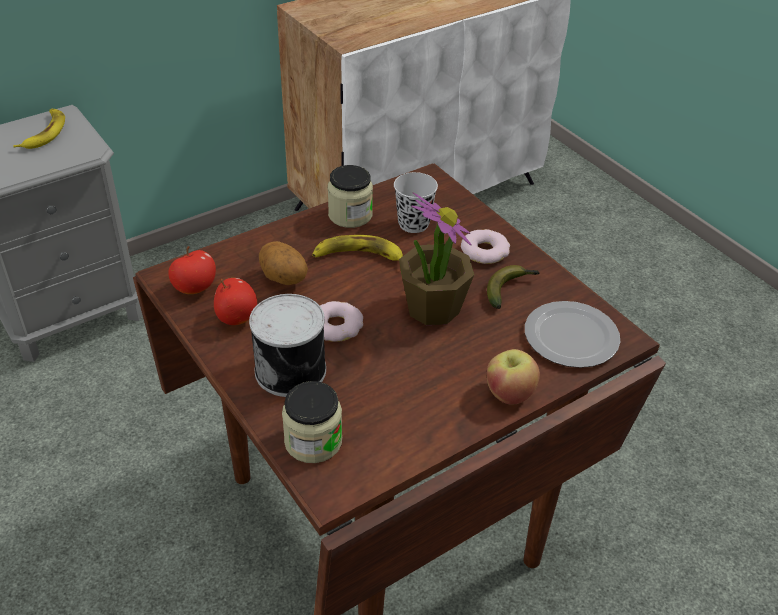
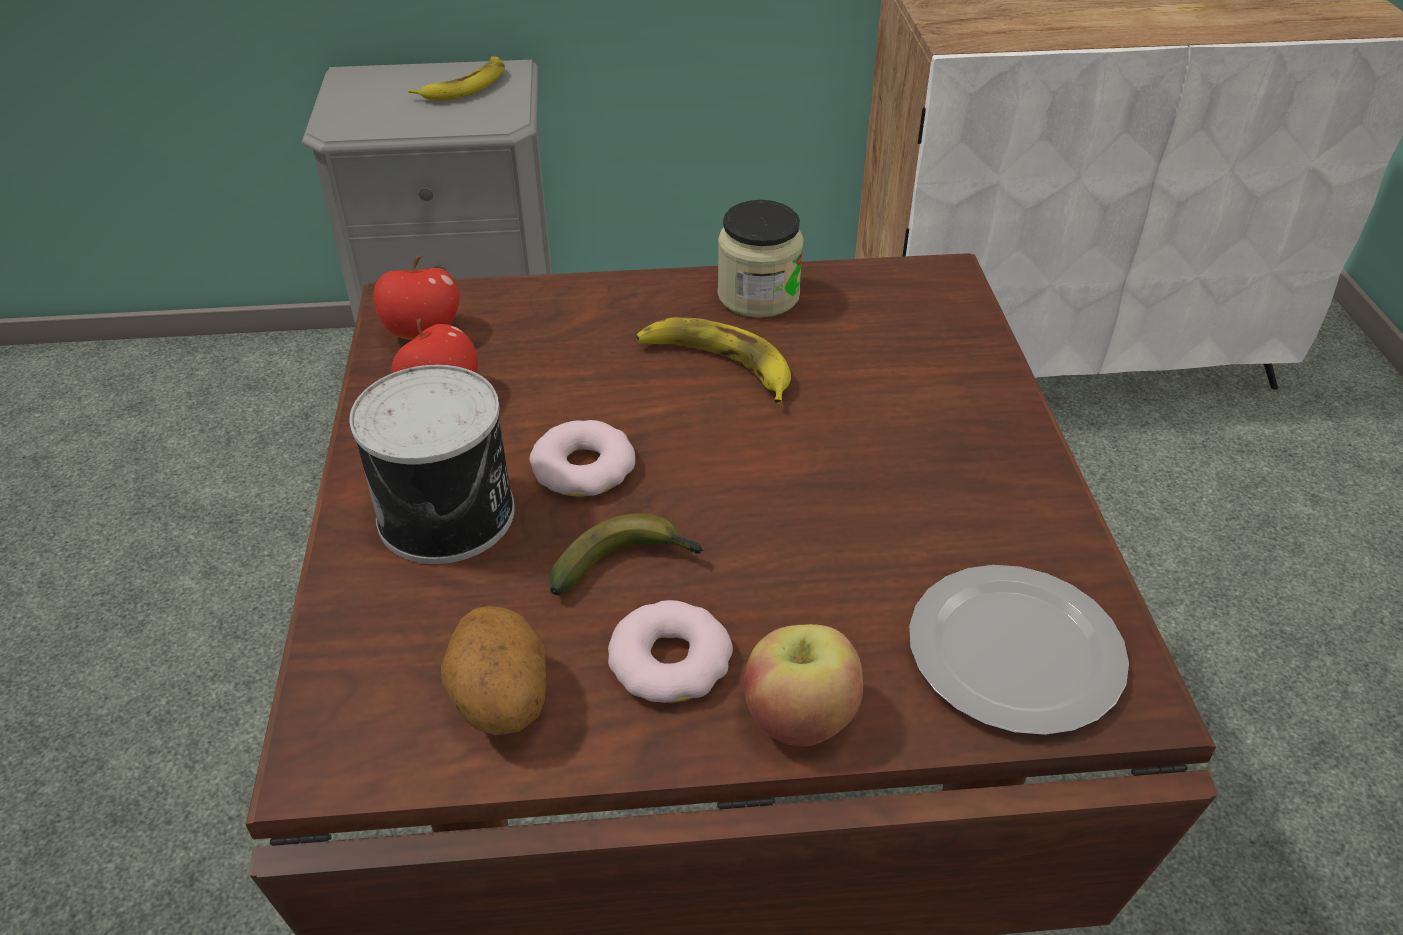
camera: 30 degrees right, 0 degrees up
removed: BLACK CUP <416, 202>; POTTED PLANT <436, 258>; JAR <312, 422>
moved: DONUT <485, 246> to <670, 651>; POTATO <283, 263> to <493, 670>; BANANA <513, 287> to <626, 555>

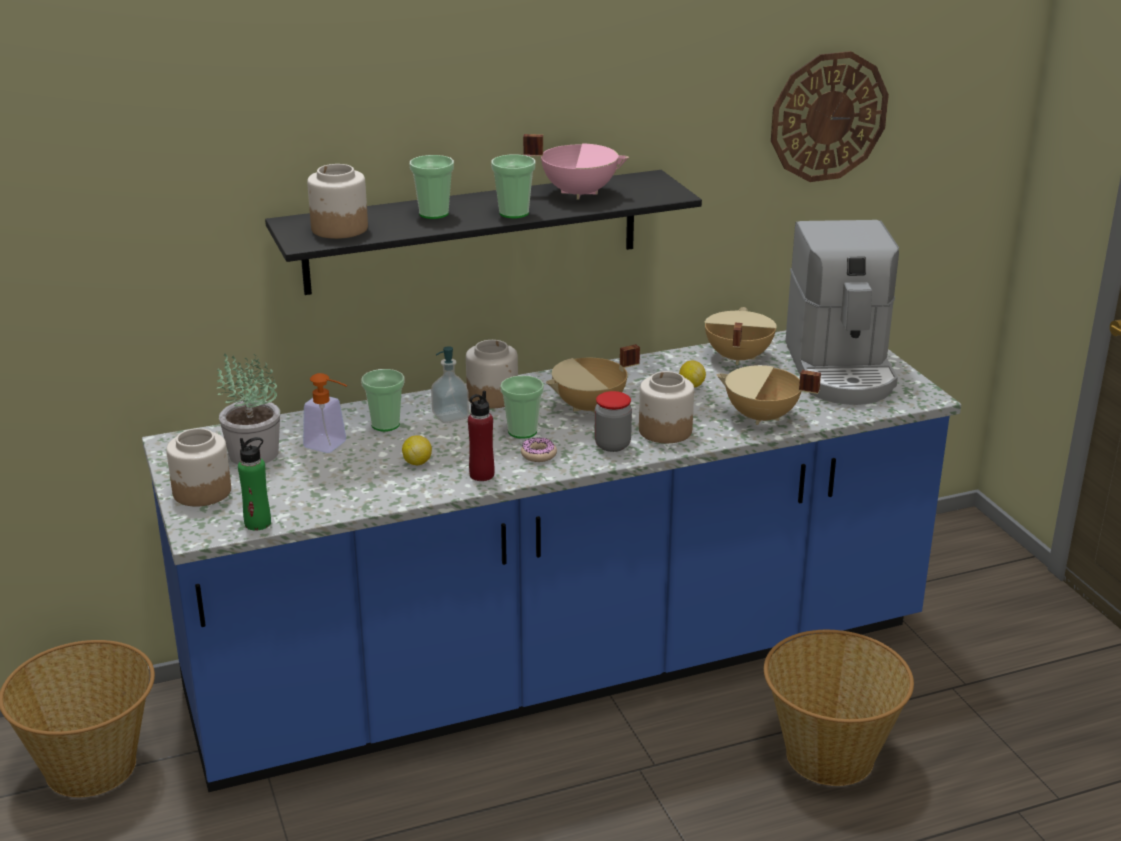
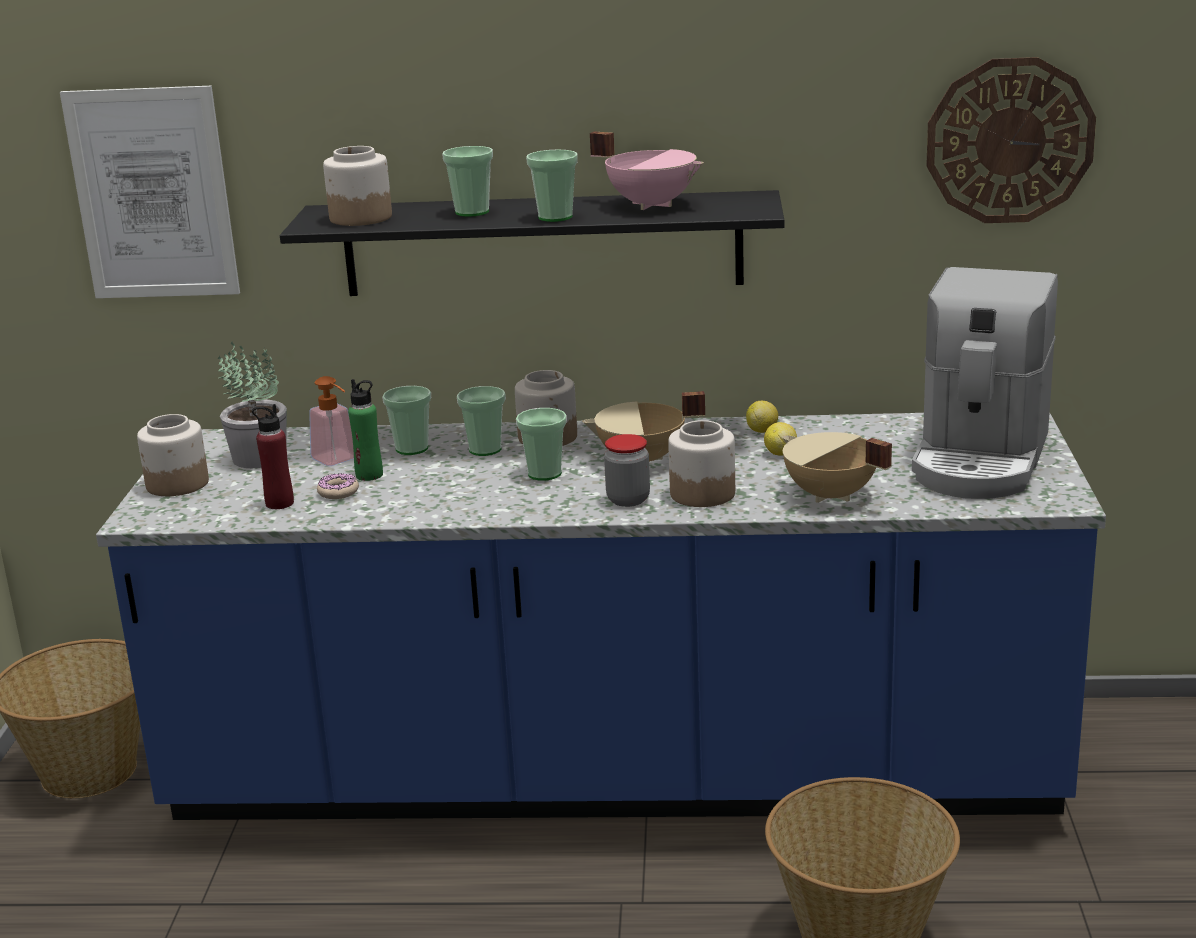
camera: 25 degrees right, 5 degrees down
removed: BEIGE COOKING POT <740, 336>
added: PICTURE <150, 192>
moved: RED BOTTLE <481, 435> to <273, 456>; LEMON <417, 450> to <762, 417>; GREEN BOTTLE <254, 484> to <365, 430>; DONUT <539, 450> to <338, 486>
replaced: SOAP DISPENSER <450, 384> to CUP <481, 421>

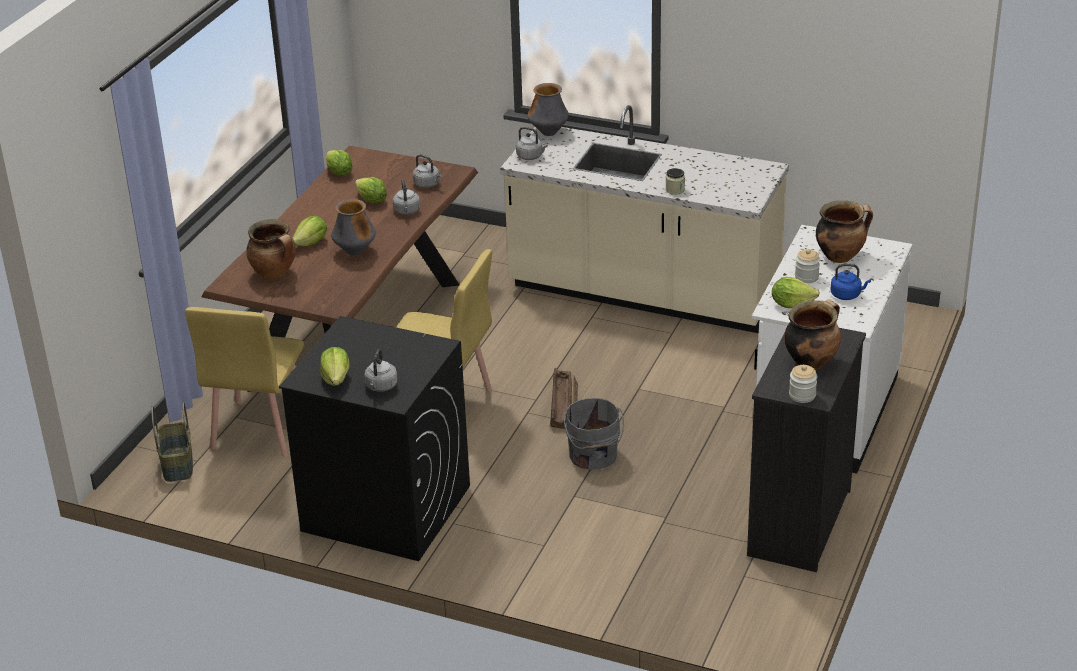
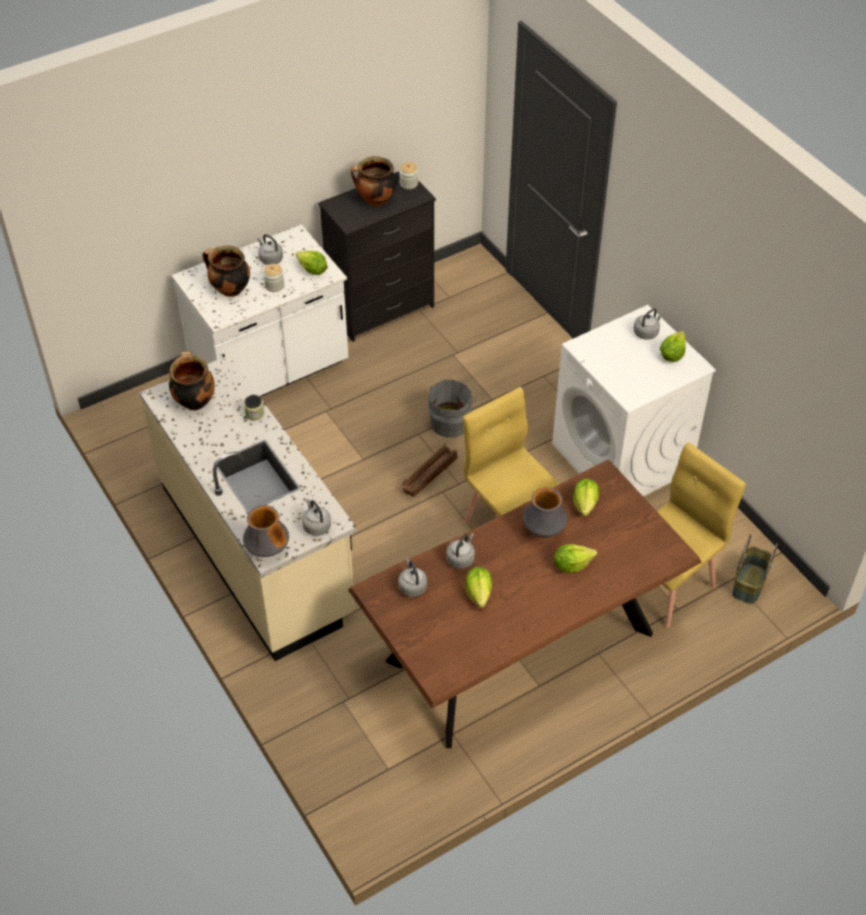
camera: 145 degrees left, 15 degrees up
moved: LETTUCE <339, 163> to <586, 497>; COOKING POT <271, 249> to <192, 380>
recoloured: BLUE KETTLE <850, 282> to GREY KETTLE <270, 249>; BLACK WASHING MACHINE <374, 438> to WHITE WASHING MACHINE <634, 401>

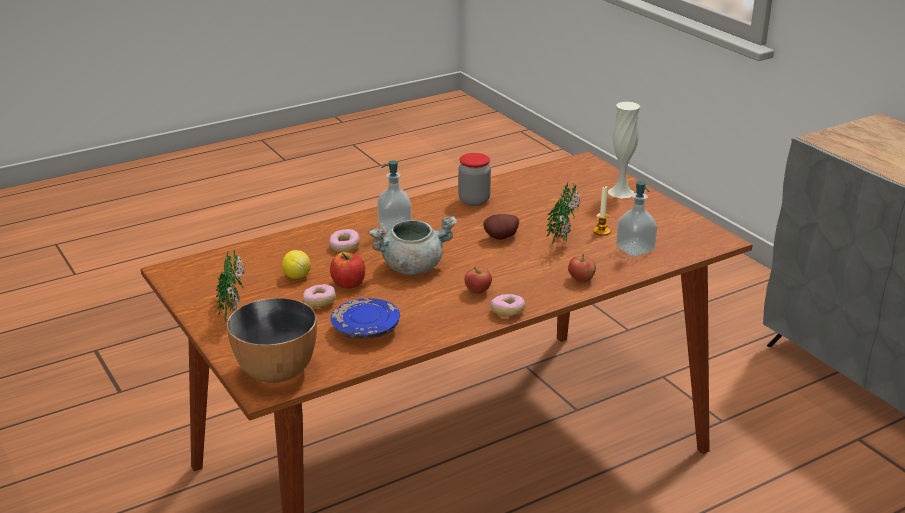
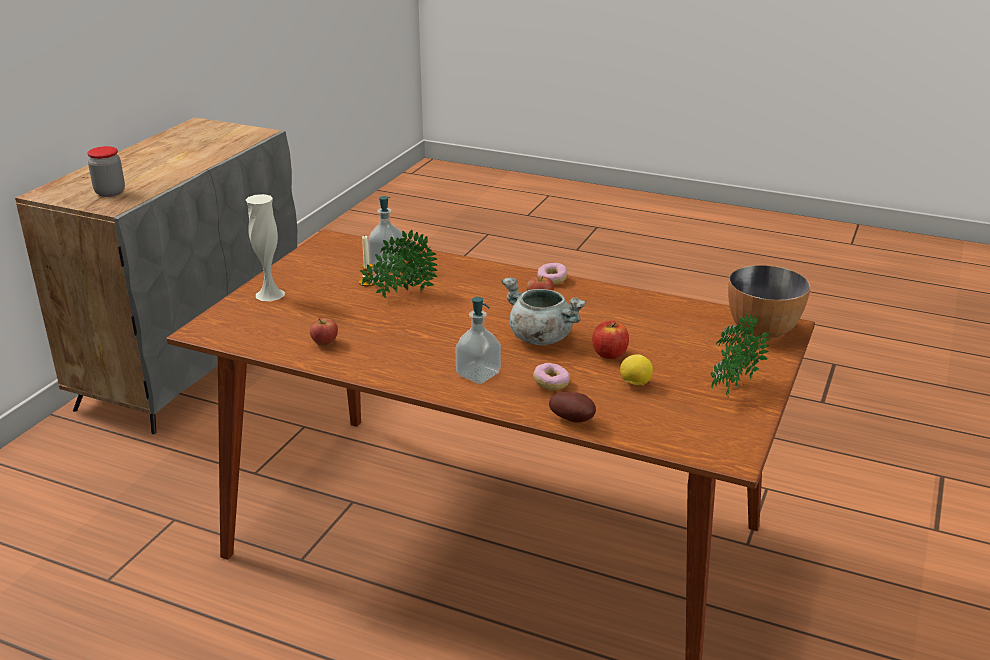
camera: 125 degrees left, 0 degrees up
removed: DONUT <319, 295>; BLUE PLATE <365, 318>
moved: JAR <474, 179> to <106, 171>; POTATO <501, 227> to <572, 407>; APPLE <582, 268> to <324, 332>

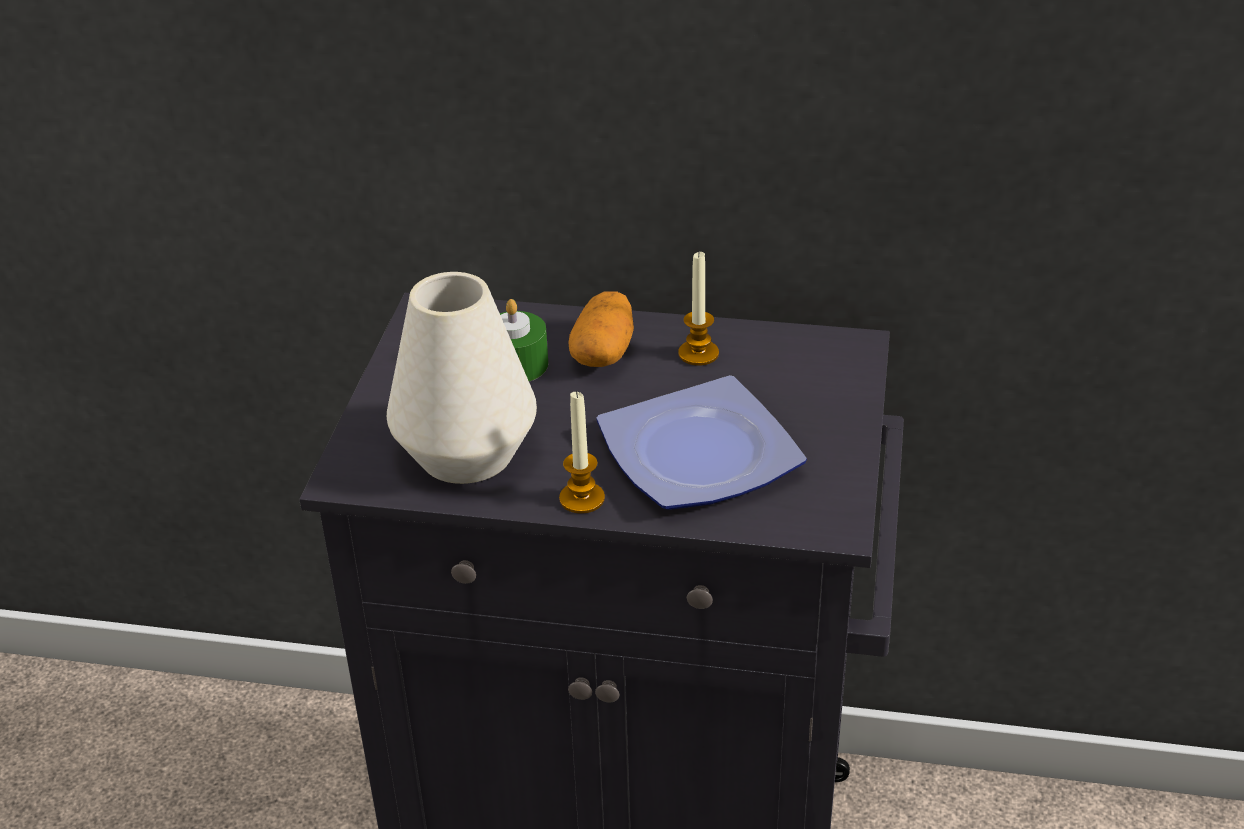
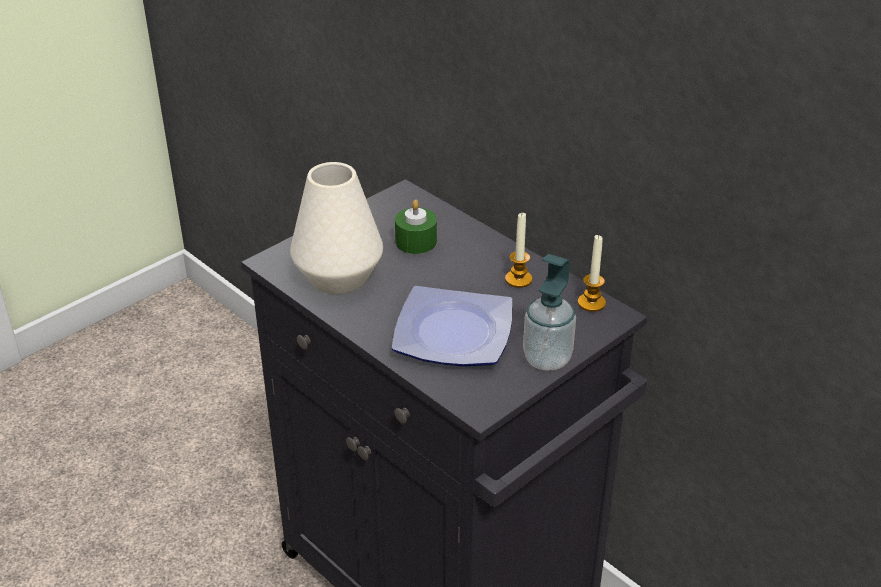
camera: 35 degrees right, 0 degrees up
removed: POTATO <601, 329>
added: SOAP DISPENSER <549, 312>
moved: CANDLE <582, 452> to <592, 273>

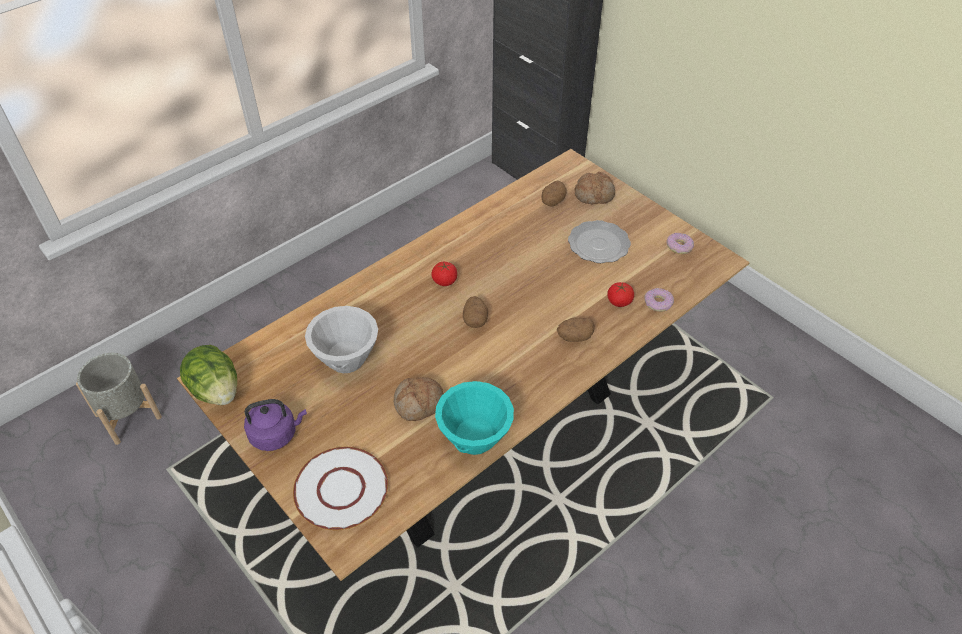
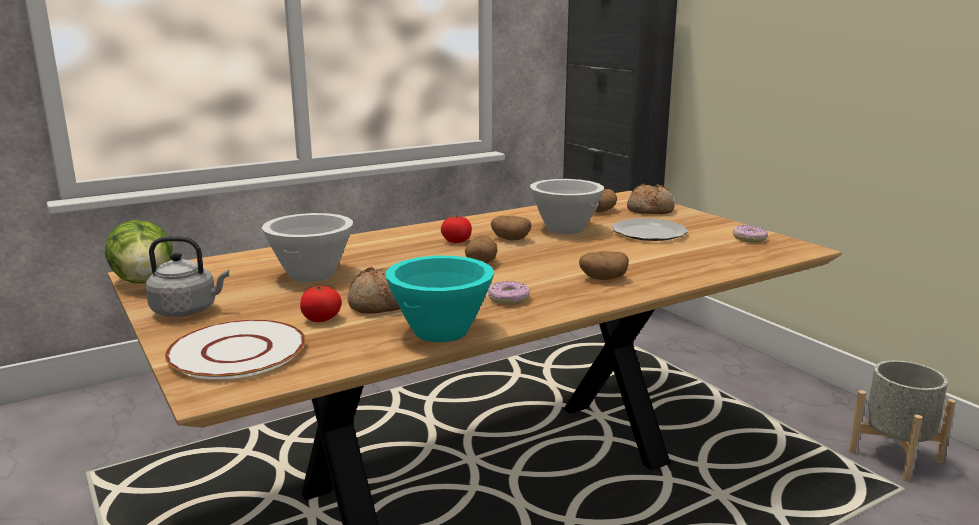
camera: 10 degrees right, 30 degrees down
added: WHITE BOWL <567, 206>; POTATO <511, 228>
moved: TOMATO <620, 294> to <321, 303>; DONUT <659, 300> to <509, 293>; GREY PLANTER <119, 399> to <902, 420>
recoloured: PURPLE KETTLE <275, 425> to GREY KETTLE <187, 276>

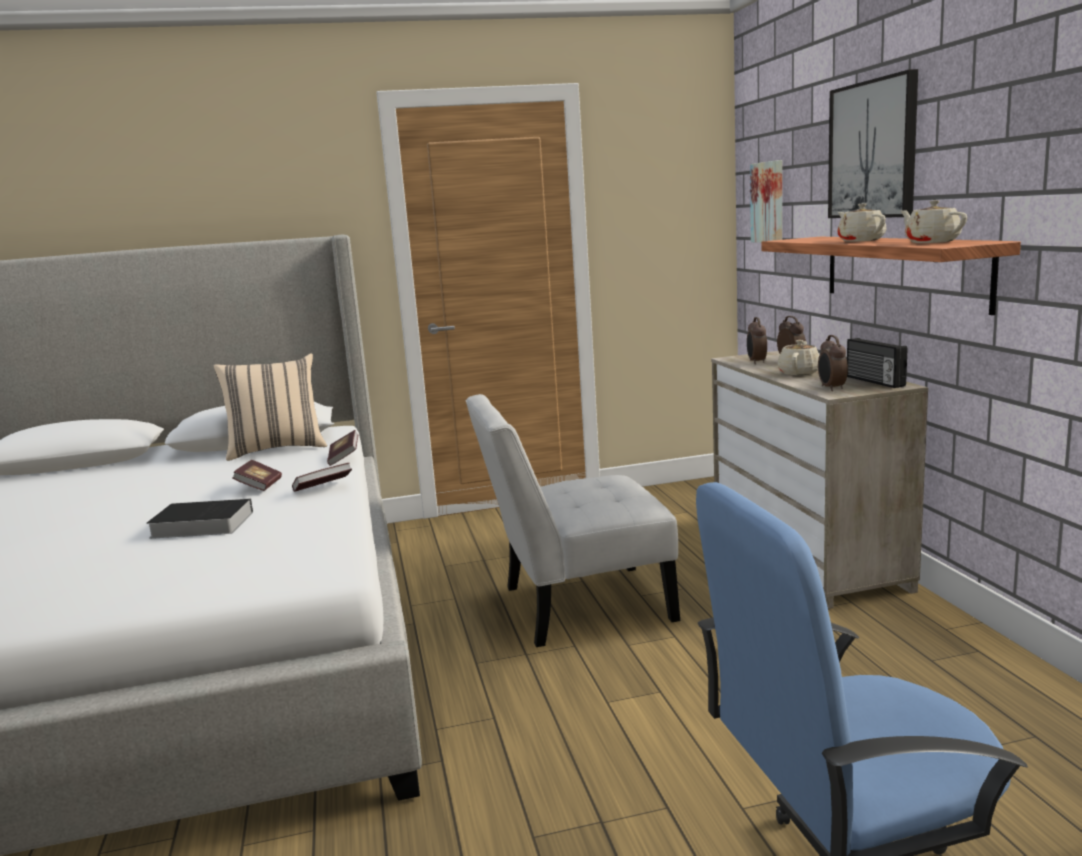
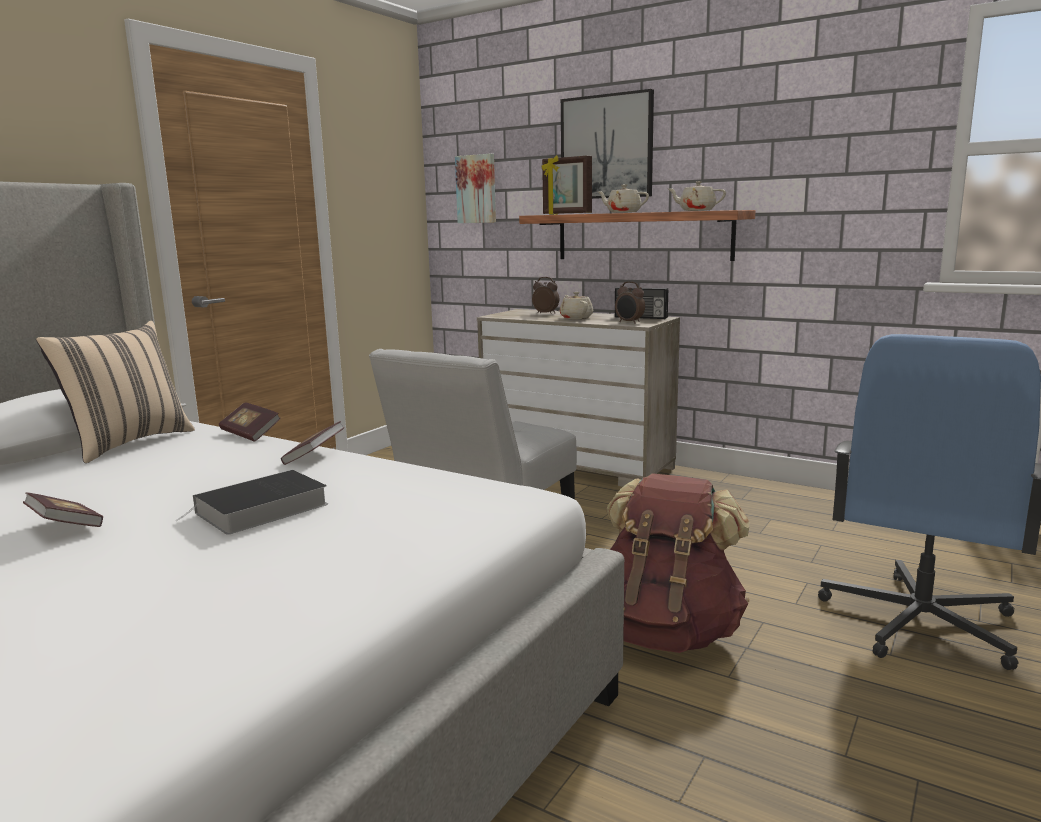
camera: 45 degrees left, 0 degrees up
removed: ALARM CLOCK <757, 340>
added: PICTURE FRAME <567, 185>; BROWN BACKPACK <677, 563>
moved: BOOK <257, 475> to <63, 509>

